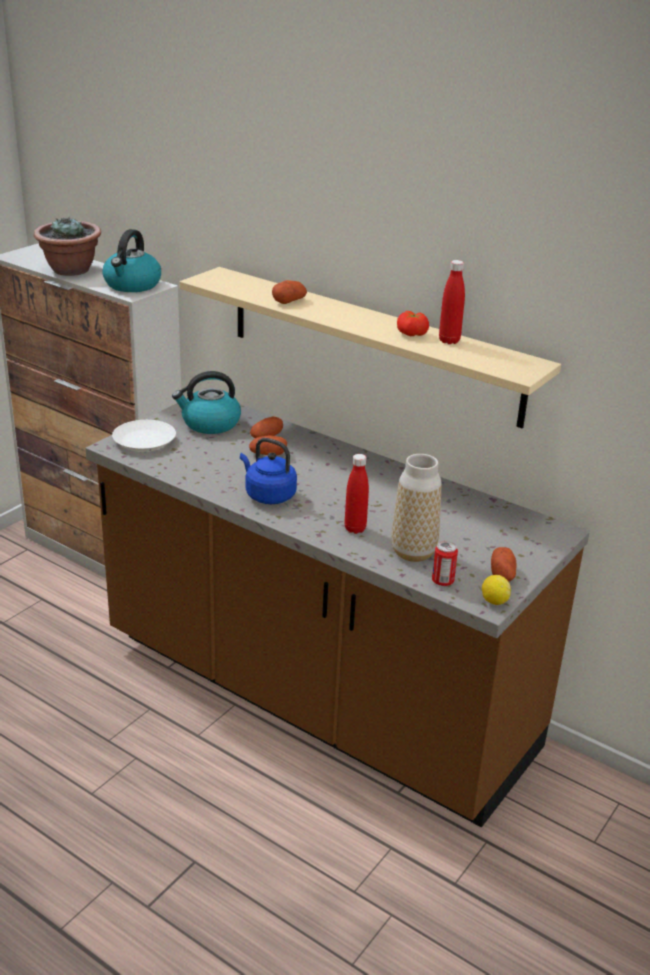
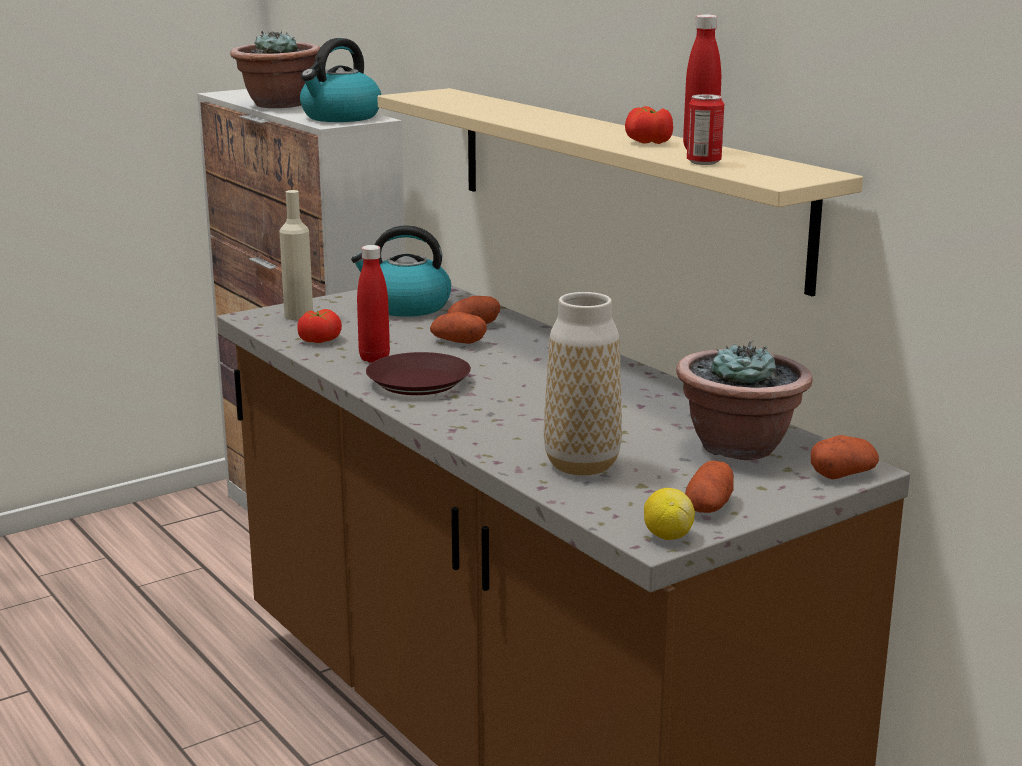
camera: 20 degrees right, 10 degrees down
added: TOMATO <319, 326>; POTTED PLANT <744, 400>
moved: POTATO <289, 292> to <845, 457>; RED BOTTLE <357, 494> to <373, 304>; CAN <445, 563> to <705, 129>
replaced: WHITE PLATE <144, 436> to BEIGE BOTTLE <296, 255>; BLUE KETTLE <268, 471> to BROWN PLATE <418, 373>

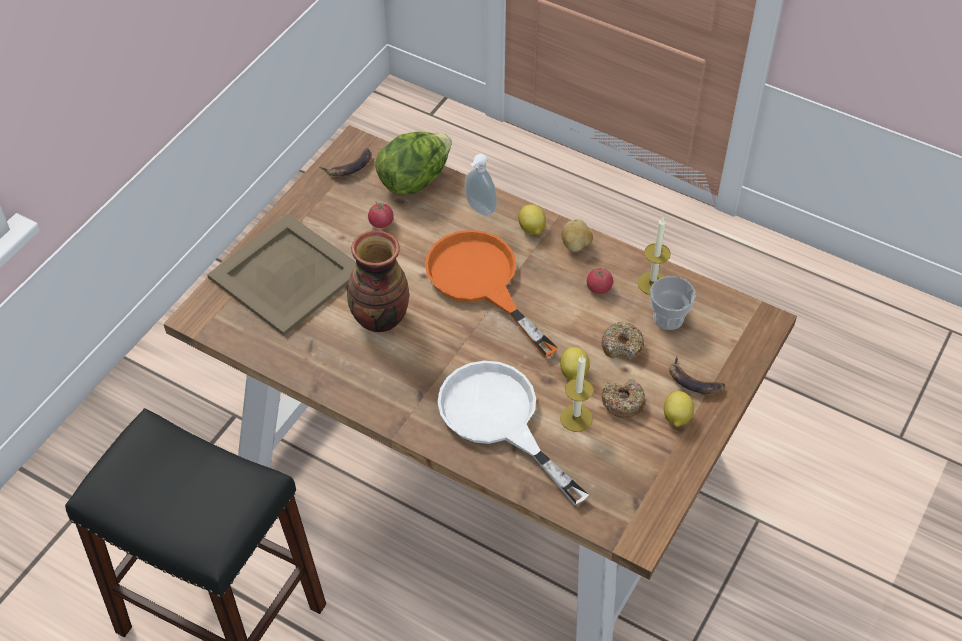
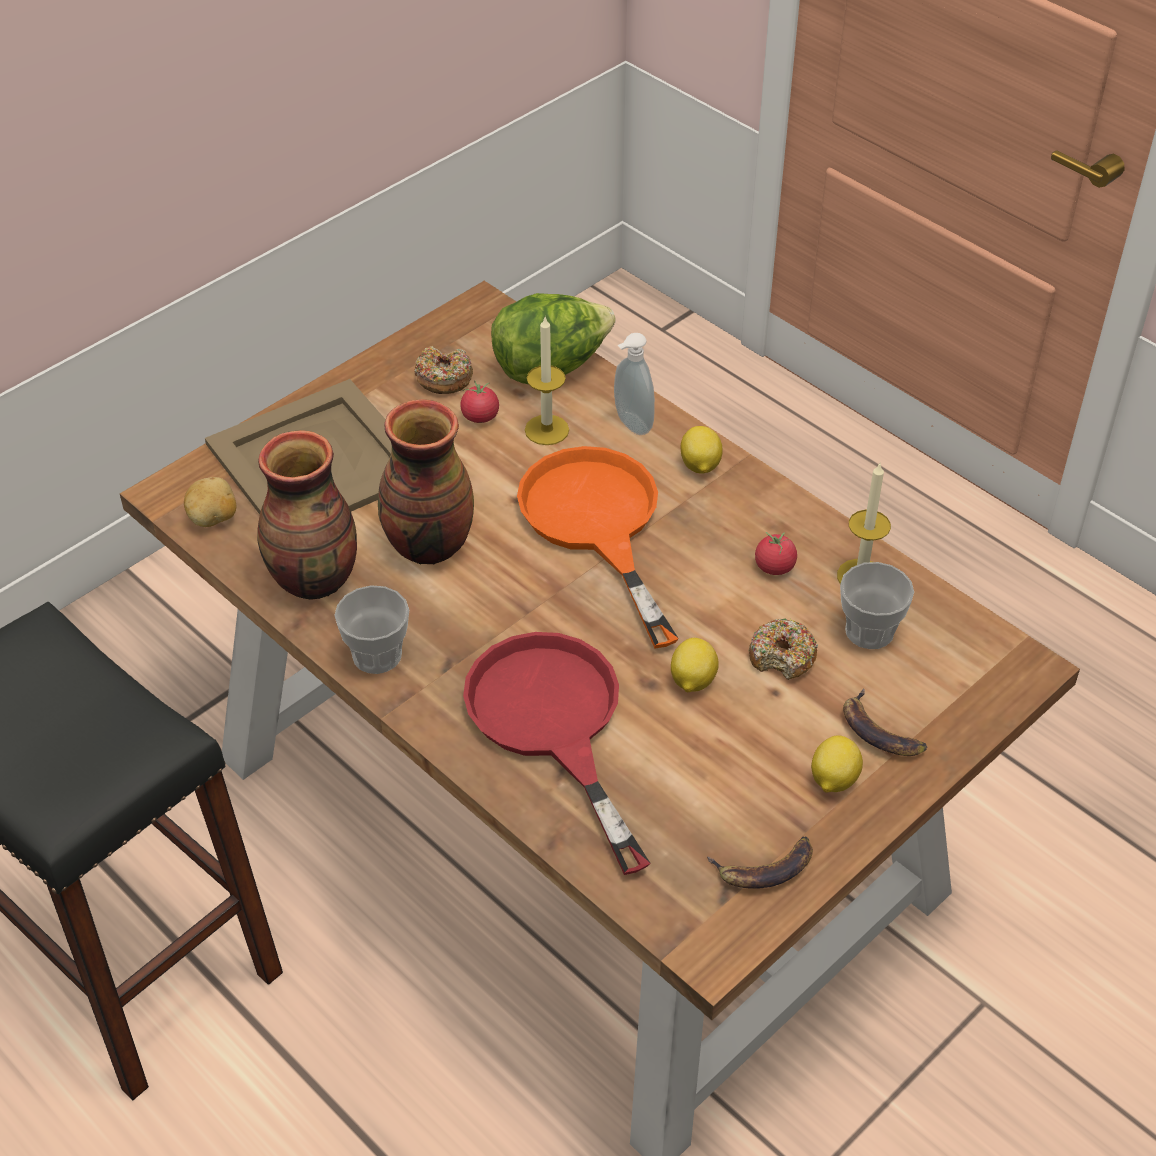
camera: 15 degrees right, 5 degrees down
added: VASE <307, 515>; CUP <371, 629>
moved: BANANA <346, 162> to <760, 863>; POTATO <577, 235> to <210, 502>; CANDLE <577, 393> to <547, 380>; DONUT <623, 398> to <444, 370>
recoloured: WHITE FRYING PAN <513, 433> to RED FRYING PAN <556, 753>

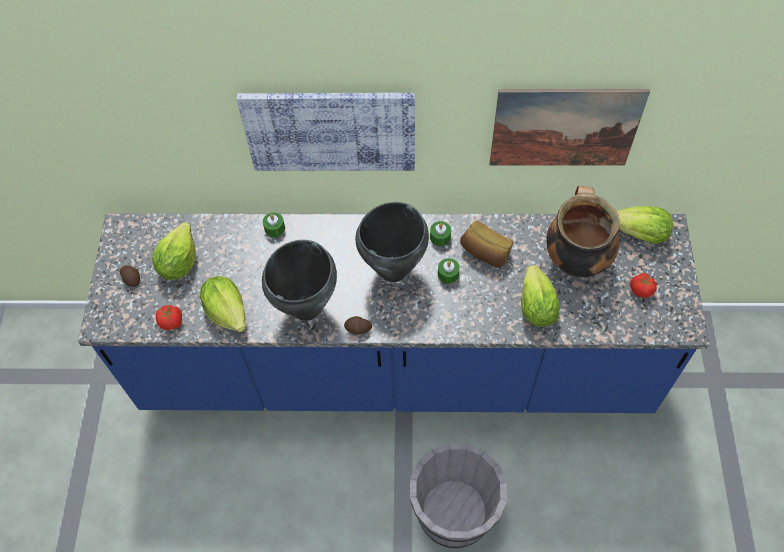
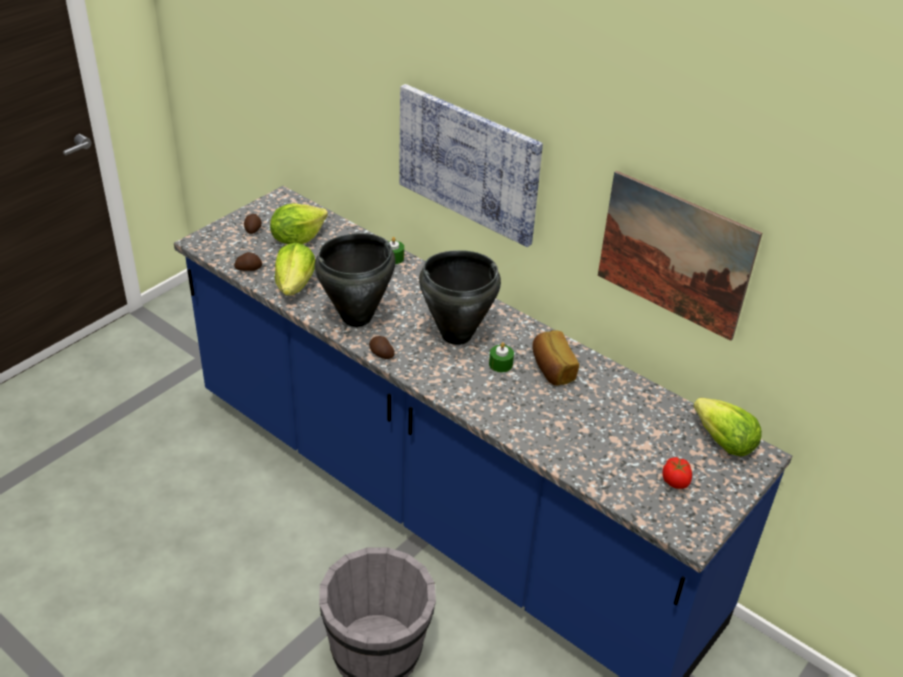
camera: 35 degrees right, 20 degrees down
removed: COOKING POT <583, 231>; GREEN CANDLE <440, 233>; LETTUCE <540, 296>
replaced: TOMATO <169, 317> to POTATO <248, 261>

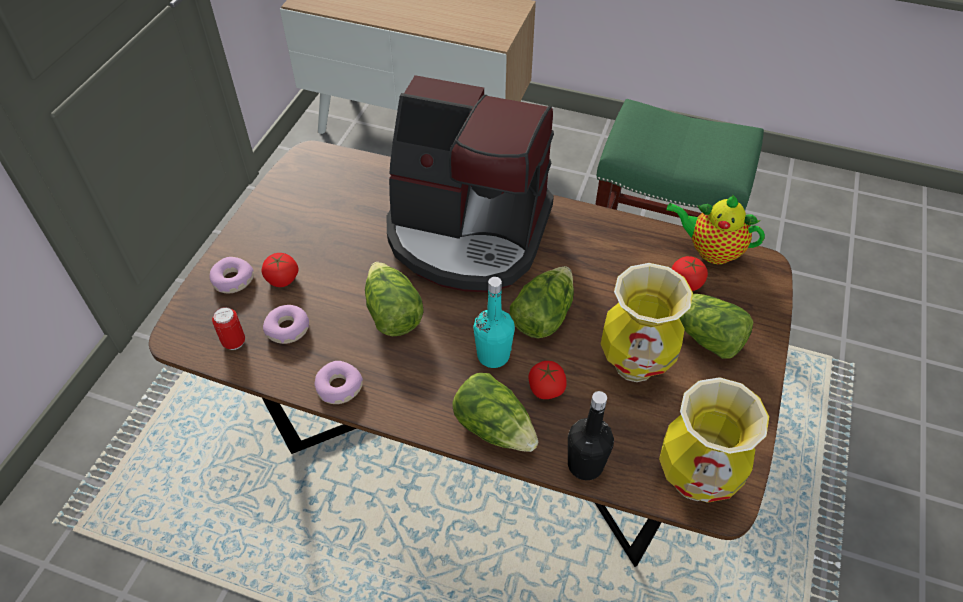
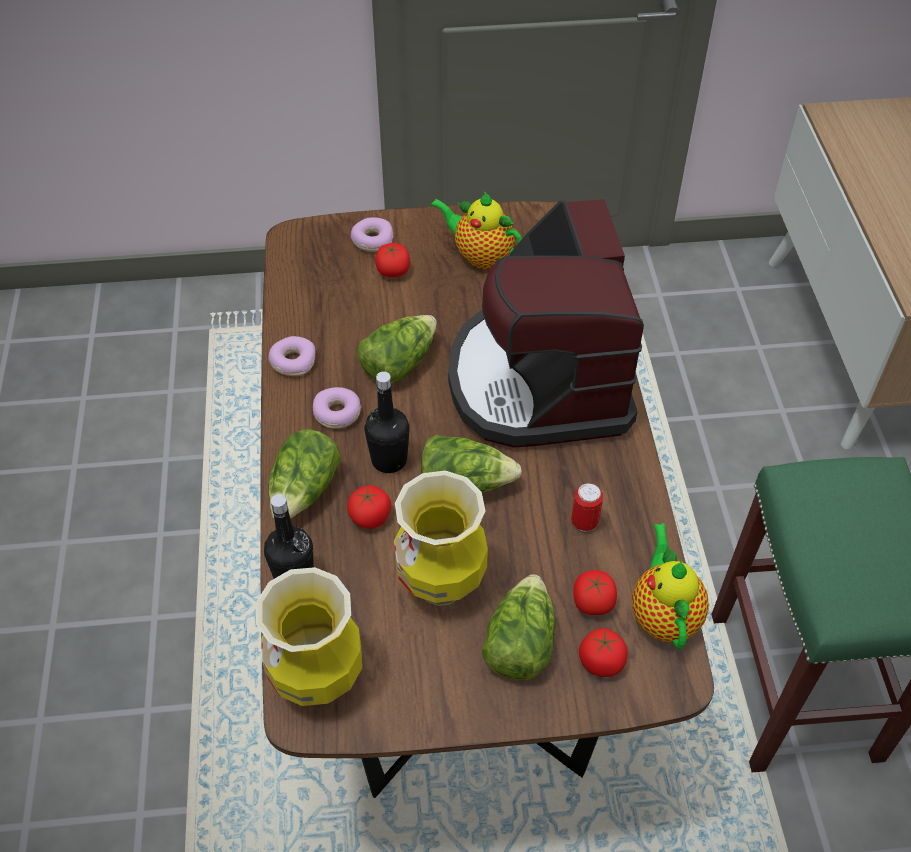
camera: 65 degrees right, 0 degrees up
added: TEAPOT <476, 230>; TOMATO <603, 652>
moved: DONUT <286, 324> to <337, 408>; CAN <228, 328> to <587, 507>
recoloured: TURQUOISE BOTTLE <494, 322> to BLACK BOTTLE <387, 422>

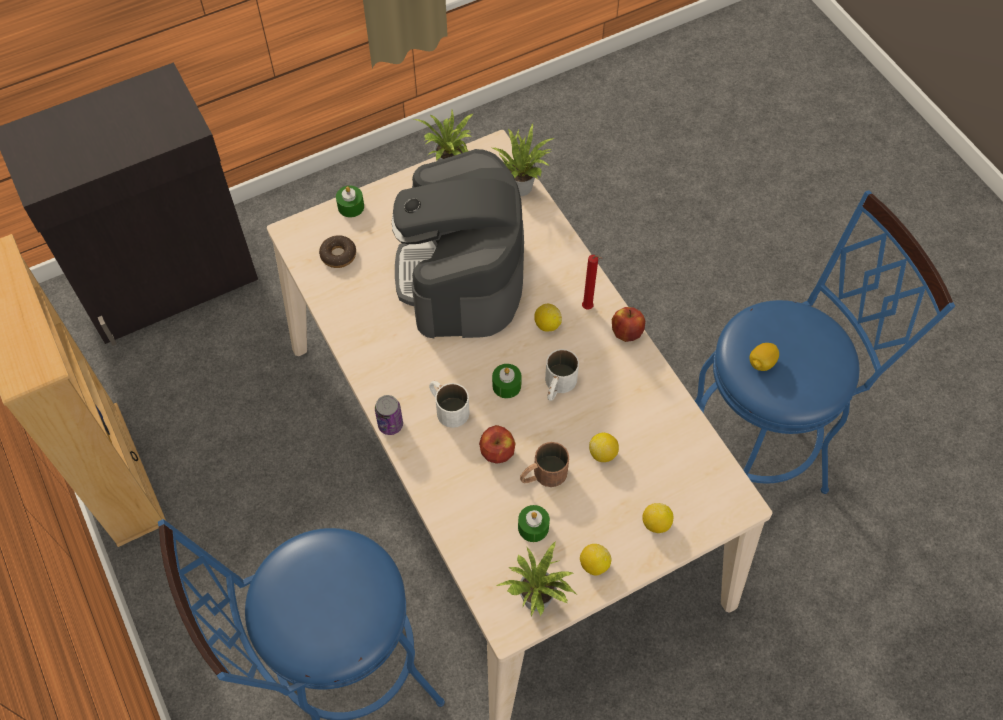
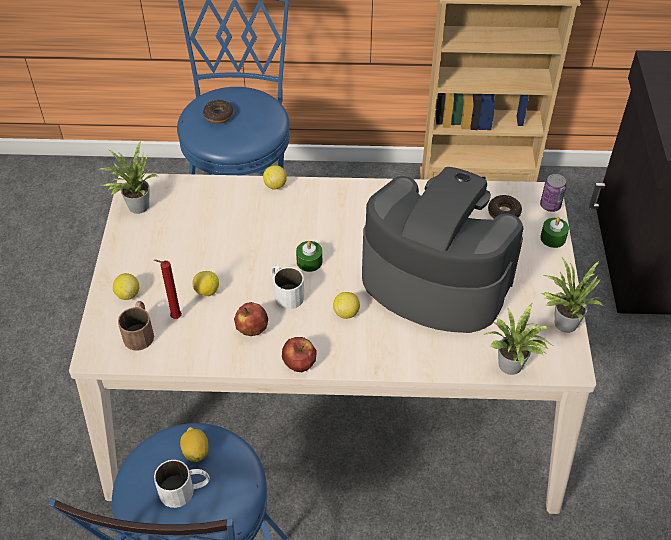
camera: 120 degrees right, 10 degrees down
removed: GREEN CANDLE <534, 523>
added: DONUT <218, 112>
moved: RED CANDLE <592, 282> to <168, 289>; WHITE MUG <449, 404> to <182, 484>; CAN <389, 415> to <553, 193>; APPLE <497, 444> to <251, 319>; BROWN MUG <544, 464> to <136, 326>; LEMON <595, 560> to <275, 177>

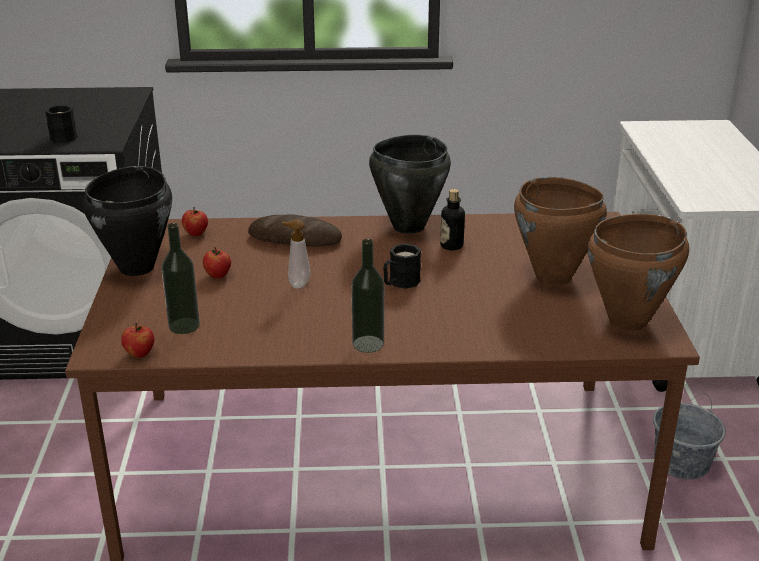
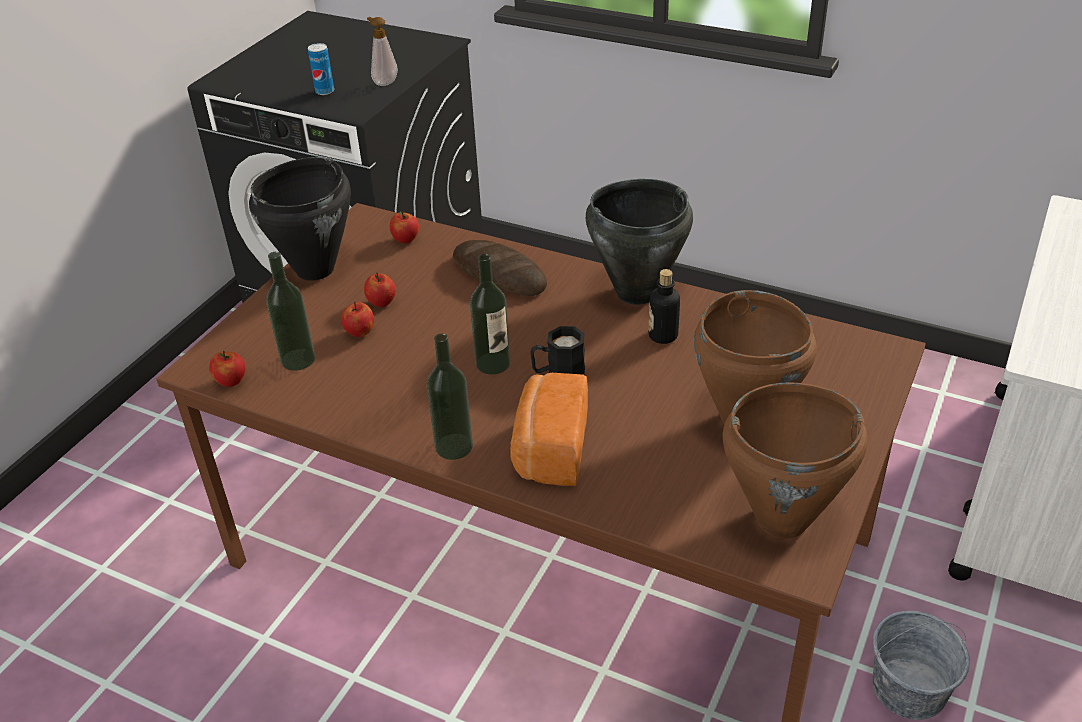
camera: 30 degrees right, 10 degrees up
added: BOTTLE <490, 314>; APPLE <357, 319>; BREAD <549, 429>
moved: SOAP DISPENSER <296, 254> to <382, 51>
replaced: BLACK MUG <61, 124> to CAN <321, 69>

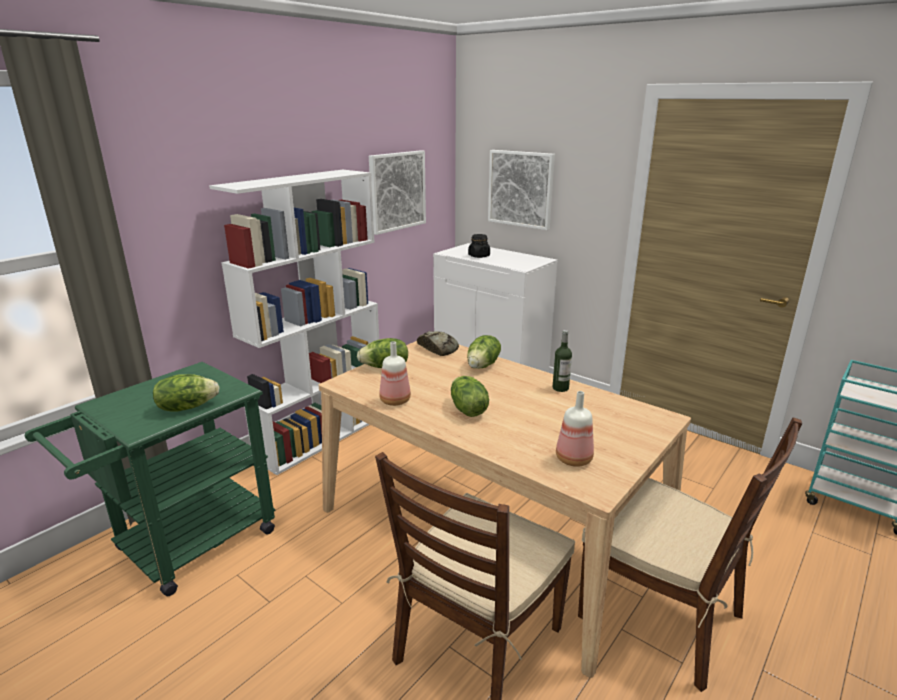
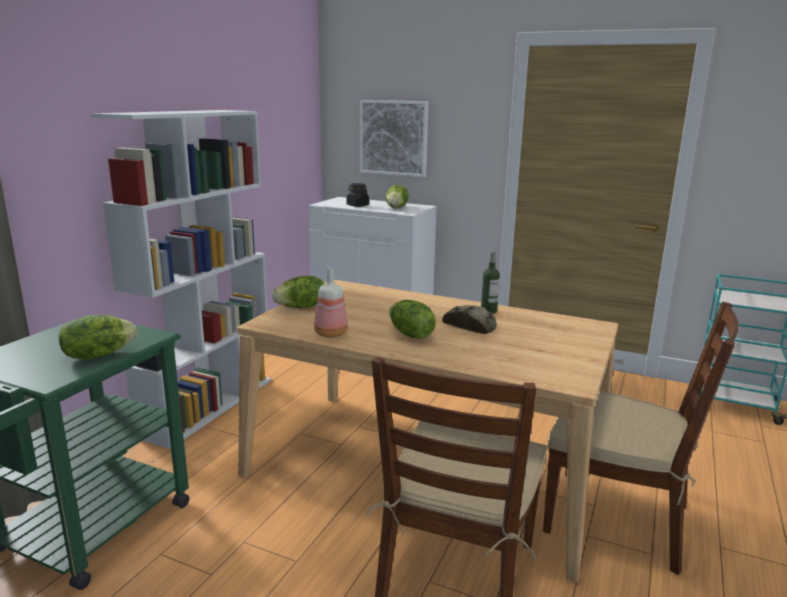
camera: 15 degrees left, 5 degrees down
removed: PICTURE <397, 192>; BOTTLE <575, 429>
moved: BREAD <438, 343> to <469, 319>; LETTUCE <484, 352> to <397, 196>

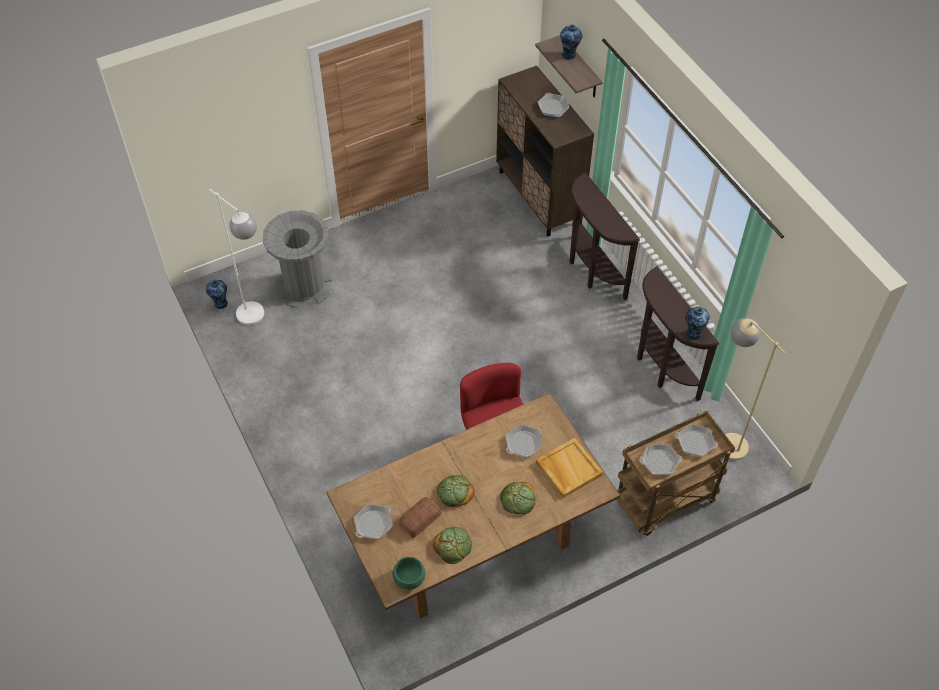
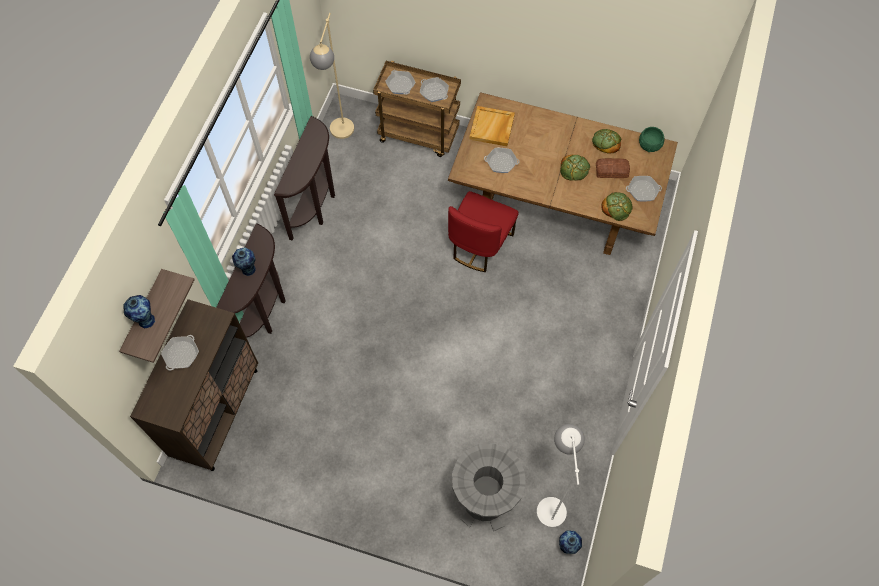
camera: 135 degrees left, 10 degrees up
moved: VASE <697, 323> to <244, 261>; BREAD <518, 498> to <617, 206>

